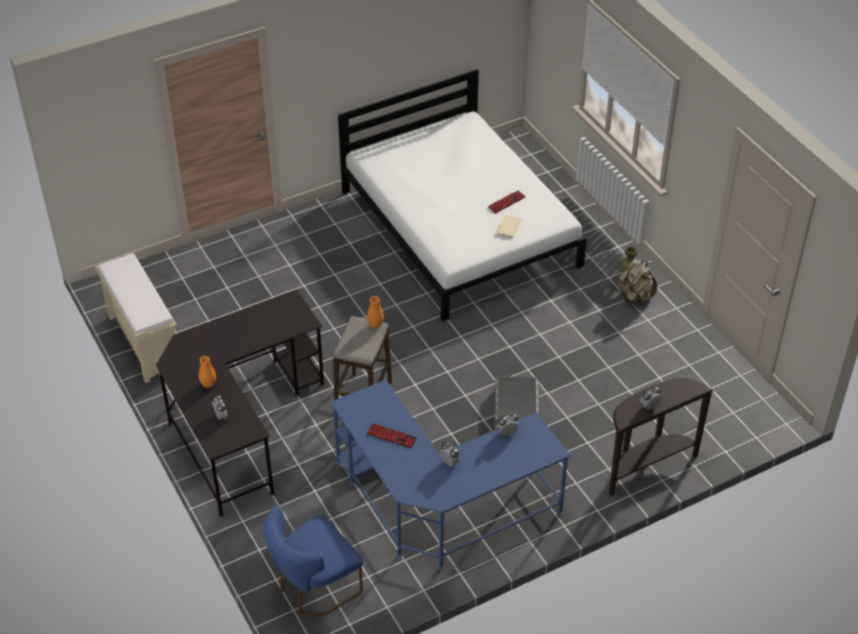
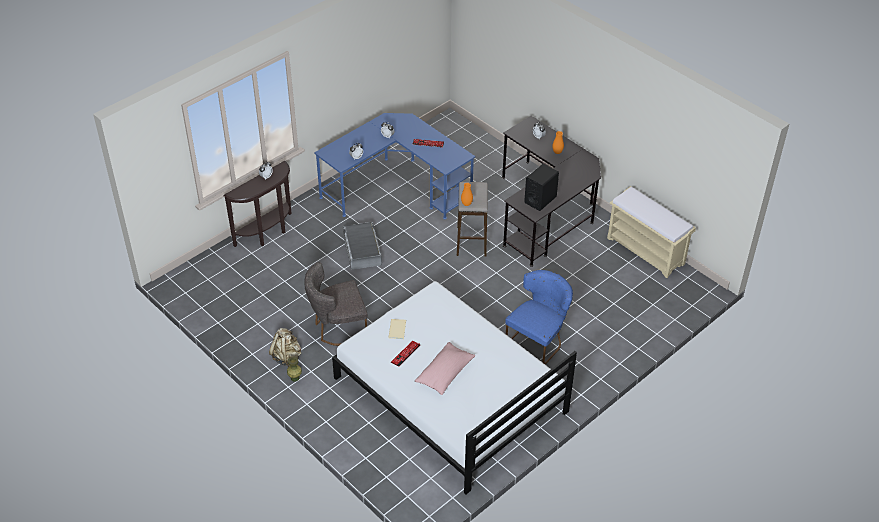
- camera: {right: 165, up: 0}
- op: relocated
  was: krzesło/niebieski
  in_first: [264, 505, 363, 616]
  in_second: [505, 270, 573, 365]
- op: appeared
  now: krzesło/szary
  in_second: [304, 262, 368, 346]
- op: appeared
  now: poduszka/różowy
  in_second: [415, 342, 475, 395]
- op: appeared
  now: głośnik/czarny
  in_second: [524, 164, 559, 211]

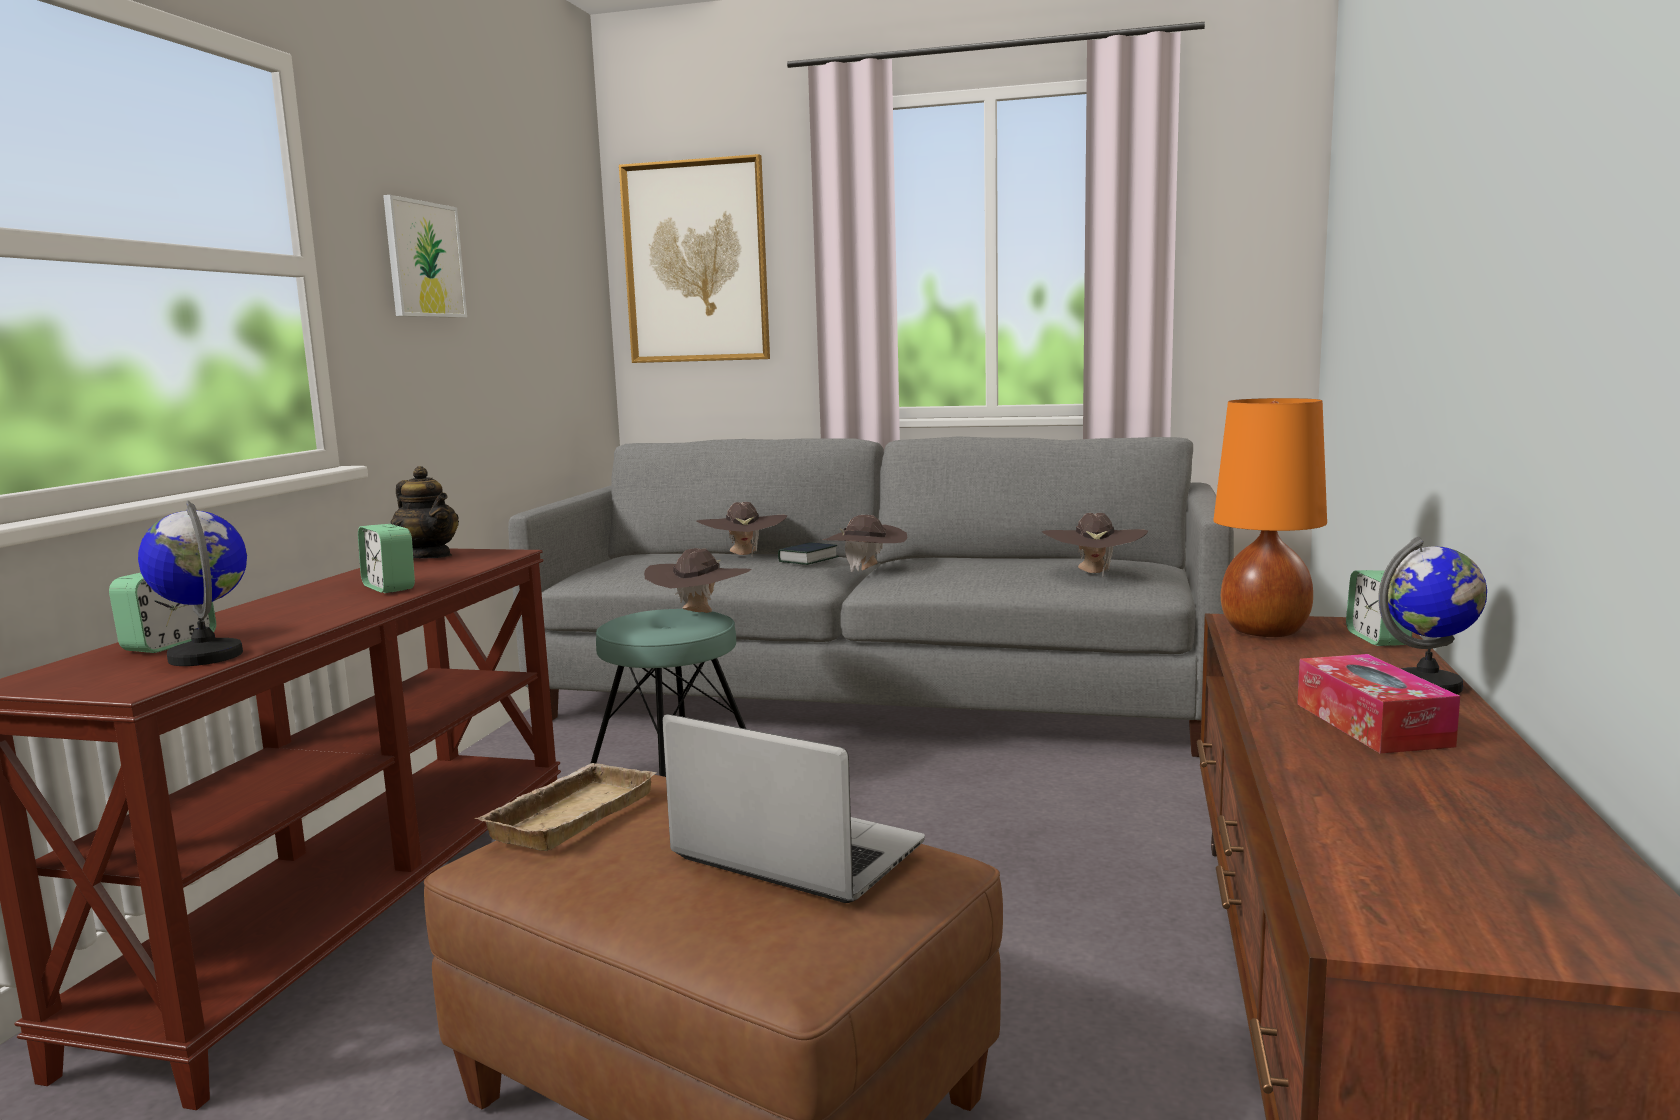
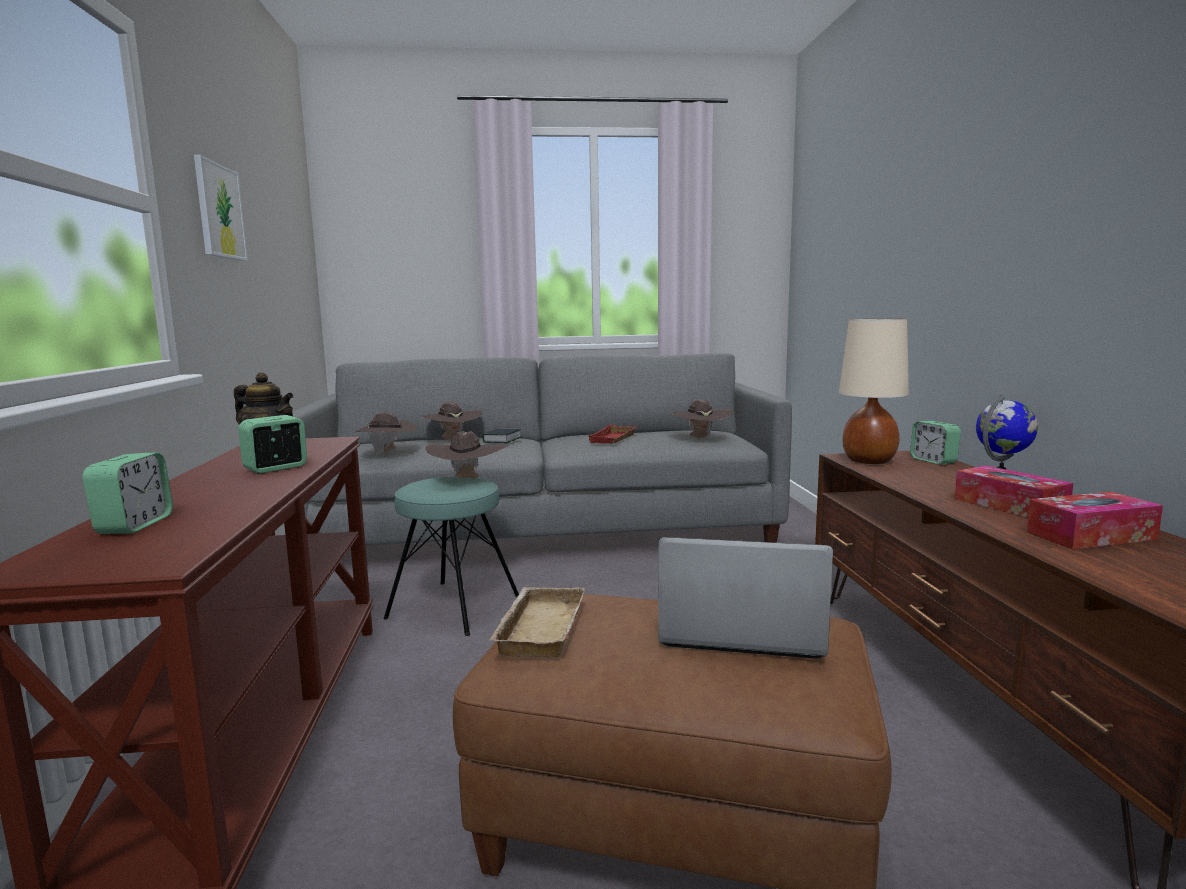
- camera: {right: -20, up: 0}
- op: missing
  was: globus
  in_first: [138, 501, 247, 666]
- op: spun
  was: budzik
  in_first: [358, 524, 415, 593]
  in_second: [238, 415, 307, 473]
  clockwise: 105
- op: missing
  was: obraz
  in_first: [619, 154, 770, 363]
- op: relocated
  was: kapelusz/brązowy
  in_first: [822, 515, 907, 573]
  in_second: [353, 412, 417, 455]
- op: colour
  was: lampa stołowa/pomarańczowy
  now: lampa stołowa/beżowy
  in_first: [1213, 398, 1327, 637]
  in_second: [839, 319, 909, 464]
- op: appeared
  now: taca/czerwony
  in_second: [587, 424, 637, 444]
- op: appeared
  now: pudełko chusteczek
  in_second: [1026, 492, 1163, 549]

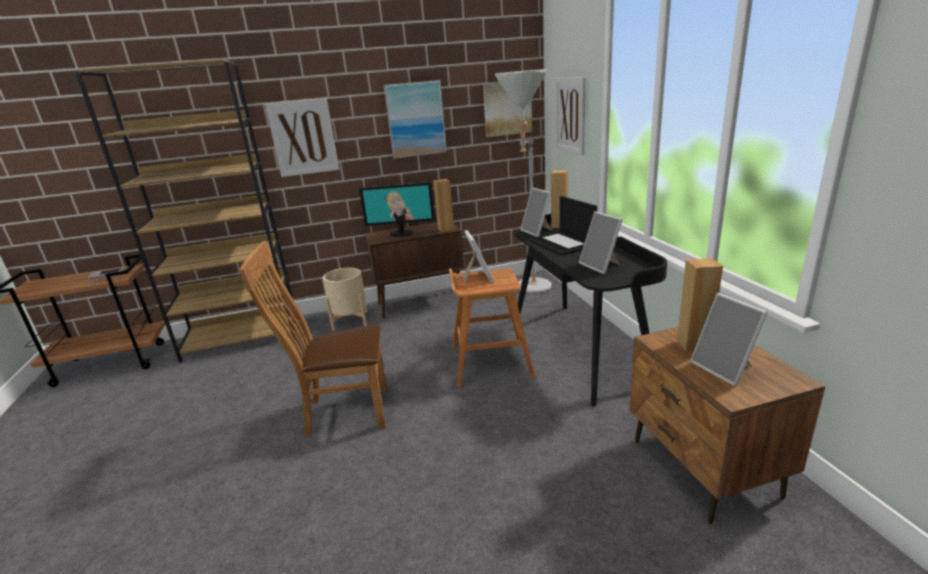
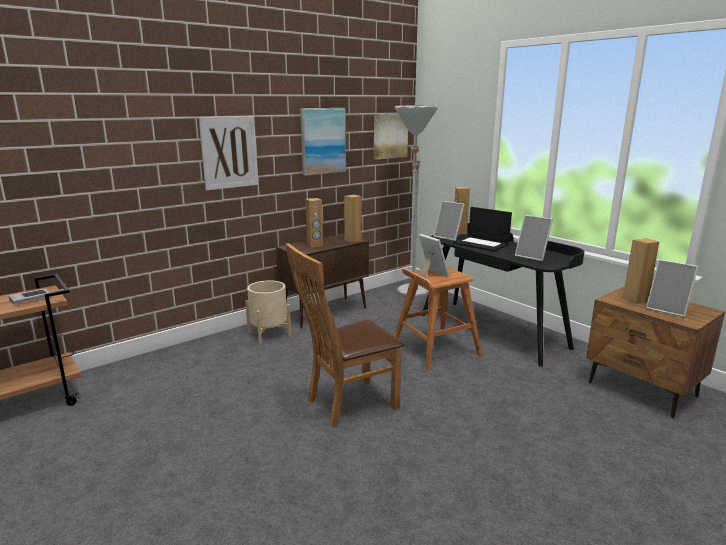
- camera: {right: -25, up: -5}
- op: missing
  was: regał/brązowy
  in_first: [75, 59, 296, 363]
- op: exchanged
  was: monitor
  now: głośnik/brązowy
  in_first: [359, 182, 435, 237]
  in_second: [305, 198, 323, 247]
- op: missing
  was: obraz
  in_first: [555, 77, 586, 155]

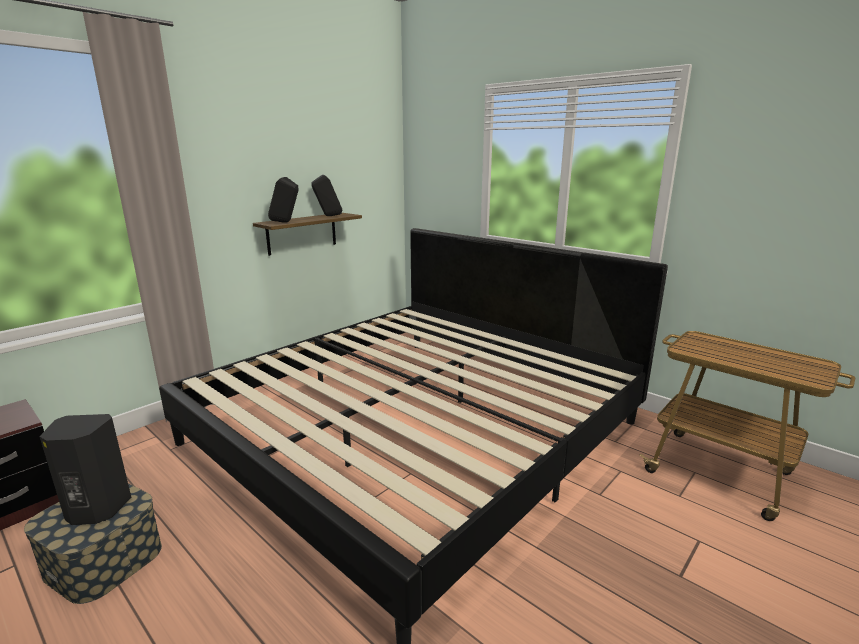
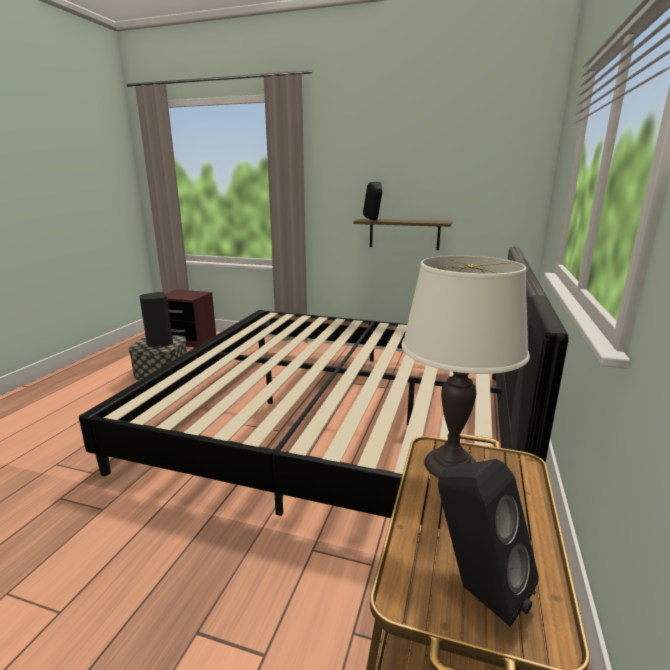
- camera: {right: 65, up: 0}
- op: relocated
  was: głośnik/czarny
  in_first: [312, 174, 342, 216]
  in_second: [438, 459, 539, 627]
- op: appeared
  now: lampa stołowa/biały
  in_second: [401, 256, 530, 478]

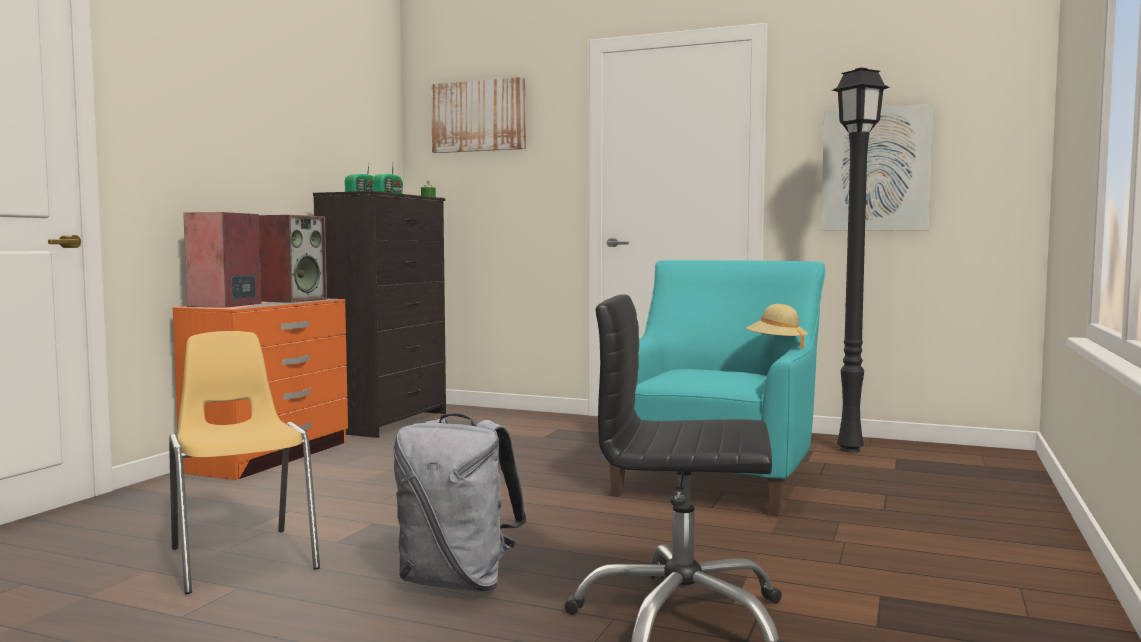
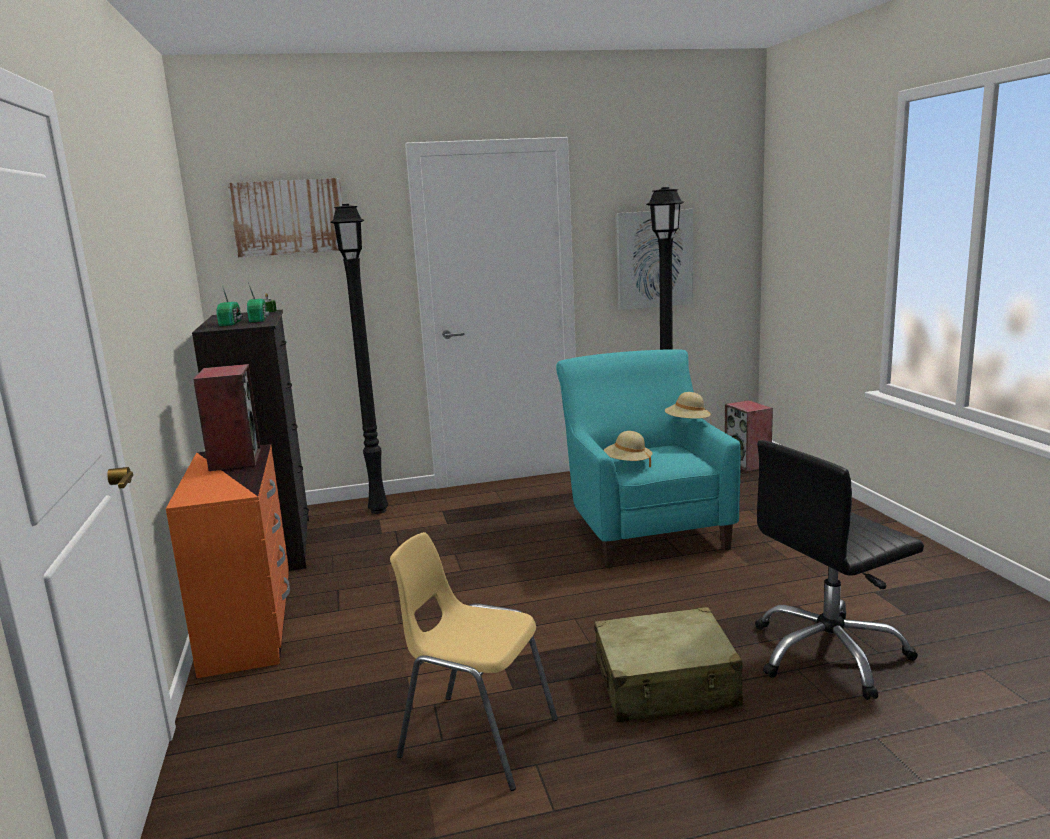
- camera: {right: -35, up: 10}
- op: relocated
  was: głośnik
  in_first: [183, 212, 262, 308]
  in_second: [725, 400, 773, 472]
- op: exchanged
  was: plecak/szary
  now: walizka/beżowy
  in_first: [394, 413, 526, 591]
  in_second: [595, 607, 743, 722]
- op: appeared
  now: lampa stojąca/czarny
  in_second: [330, 204, 388, 514]
- op: appeared
  now: kapelusz/beżowy
  in_second: [604, 431, 652, 467]

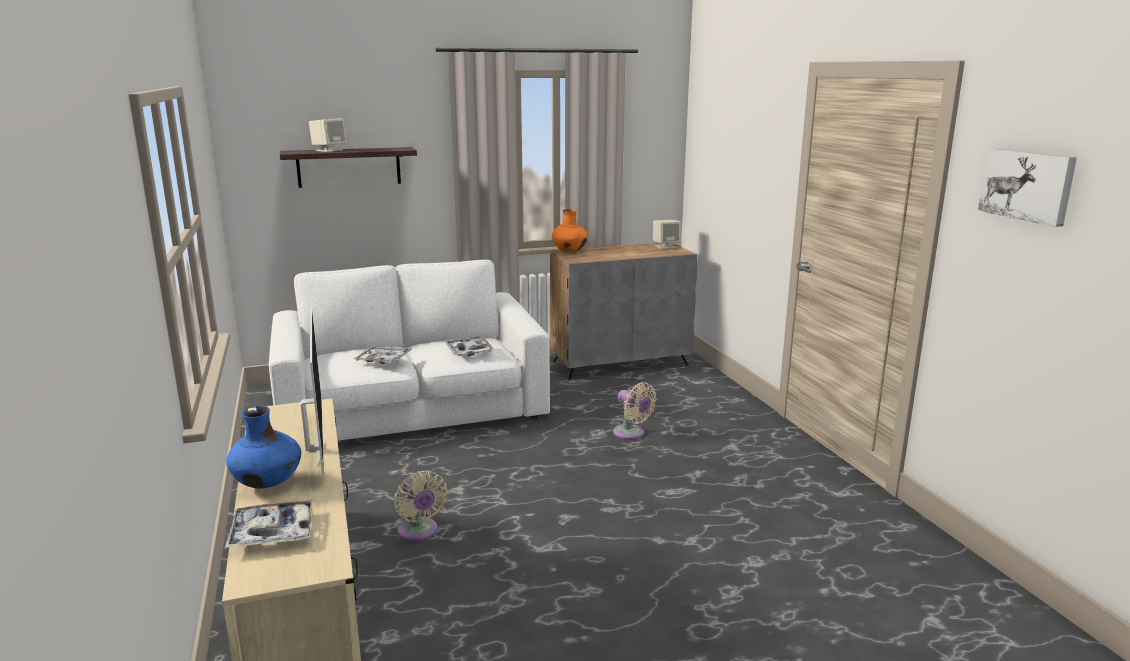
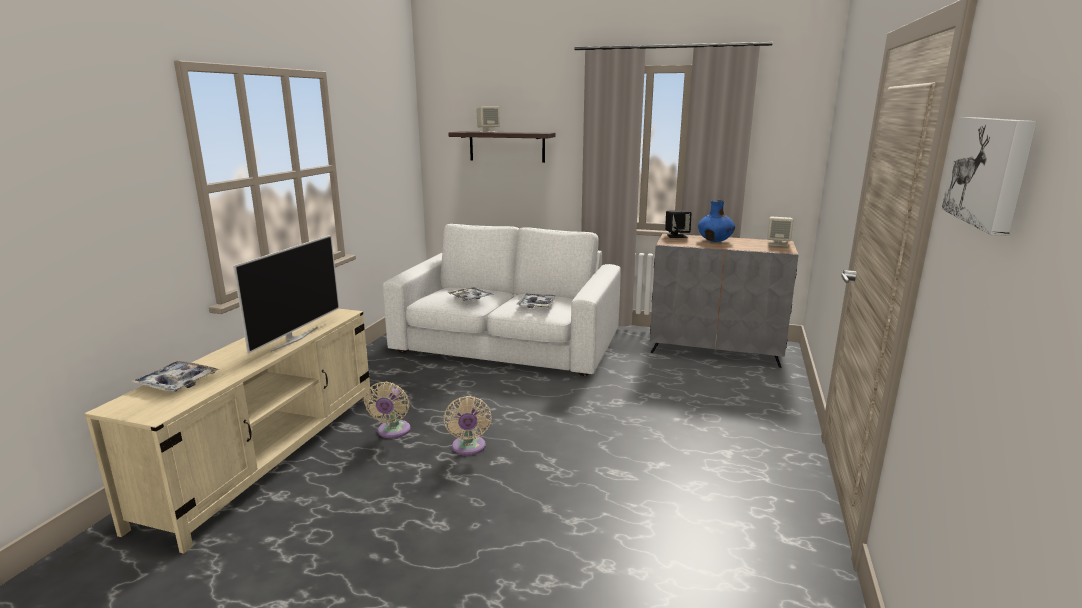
- camera: {right: 35, up: 0}
- op: relocated
  was: wazon/niebieski
  in_first: [226, 406, 301, 489]
  in_second: [698, 200, 735, 242]
- op: exchanged
  was: wazon/pomarańczowy
  now: głośnik/czarny
  in_first: [551, 209, 588, 252]
  in_second: [665, 210, 692, 238]
- op: relocated
  was: wentylator/beżowy
  in_first: [613, 382, 657, 440]
  in_second: [443, 396, 492, 456]

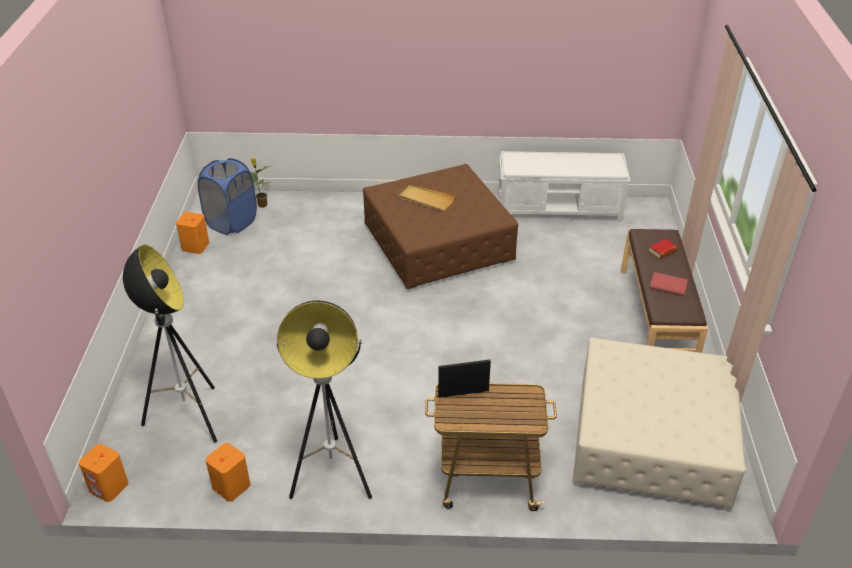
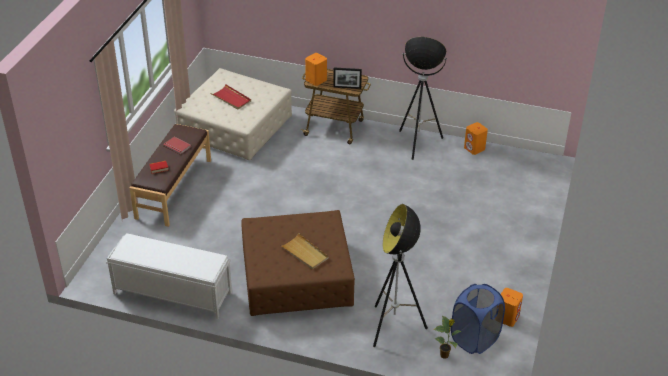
- camera: {right: -165, up: 0}
- op: relocated
  was: głośnik/pomarańczowy
  in_first: [79, 444, 129, 502]
  in_second: [305, 53, 327, 86]
- op: relocated
  was: lampa stojąca
  in_first: [123, 245, 217, 443]
  in_second: [373, 204, 428, 347]
- op: appeared
  now: taca/czerwony
  in_second: [211, 84, 251, 110]

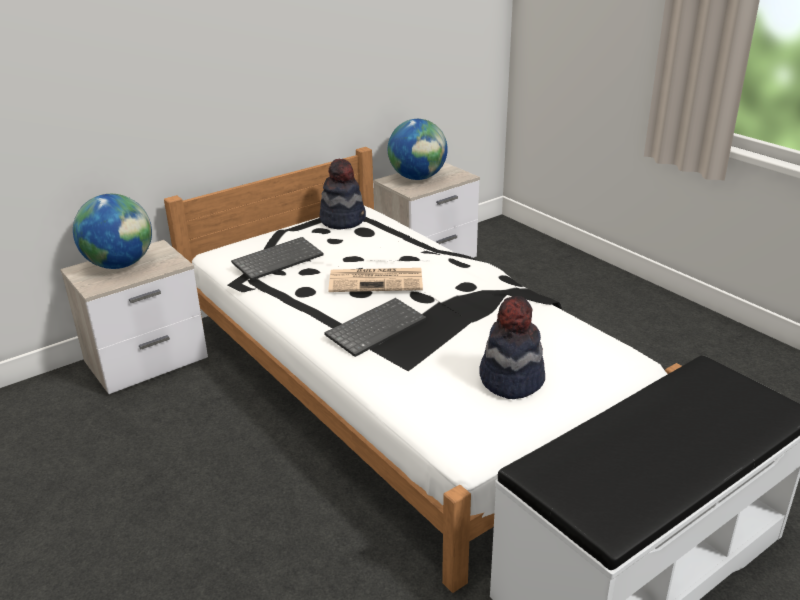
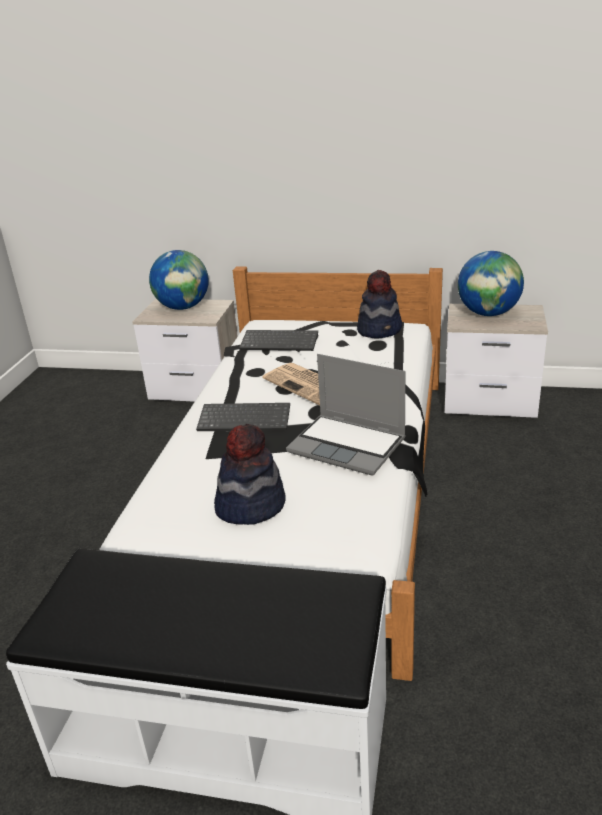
- camera: {right: 50, up: 0}
- op: appeared
  now: laptop
  in_second: [286, 354, 406, 476]

